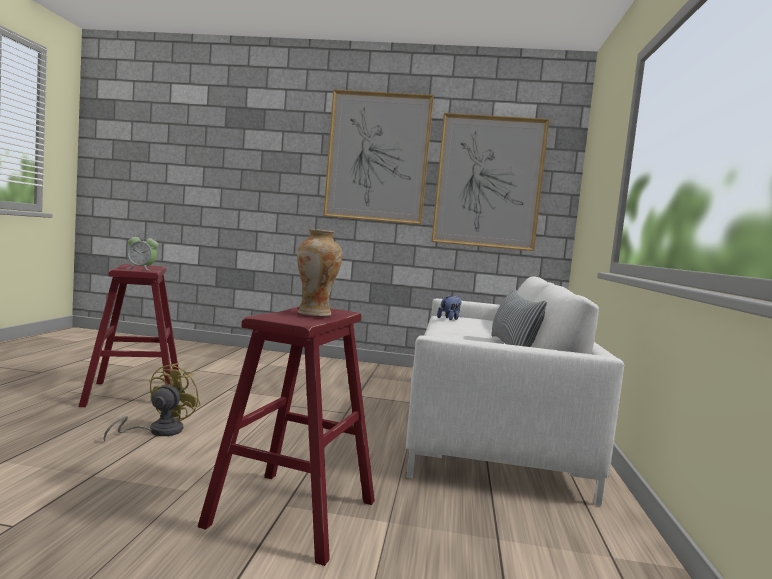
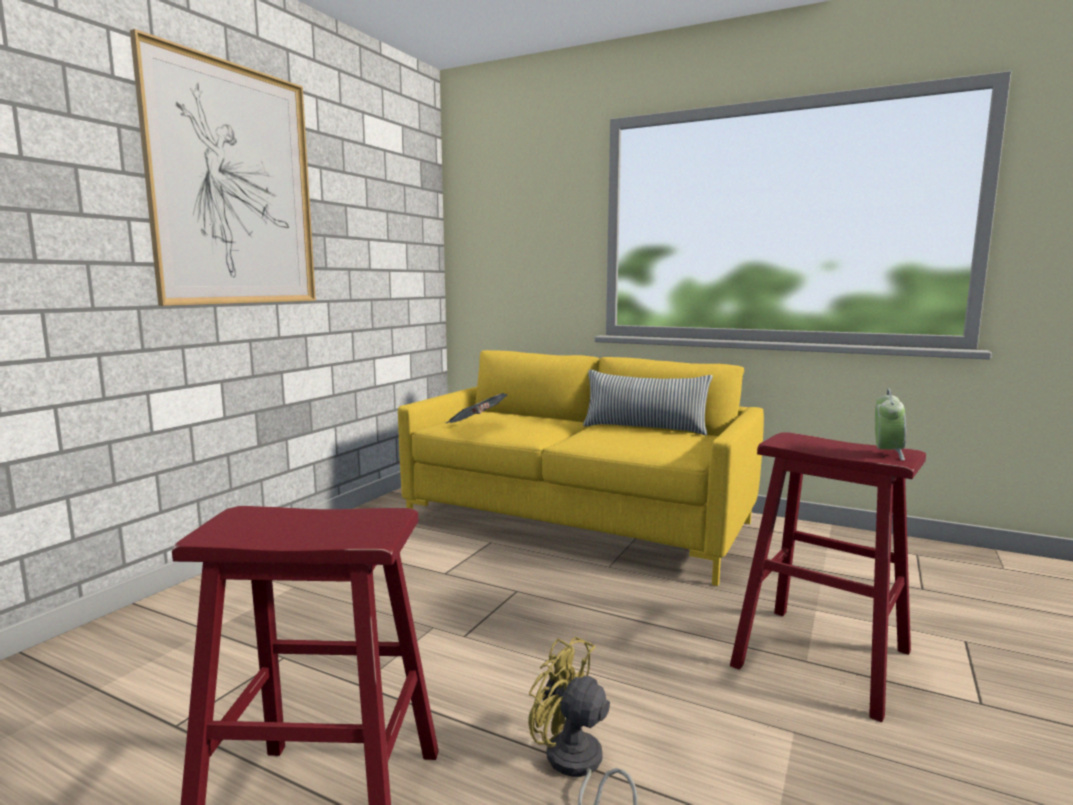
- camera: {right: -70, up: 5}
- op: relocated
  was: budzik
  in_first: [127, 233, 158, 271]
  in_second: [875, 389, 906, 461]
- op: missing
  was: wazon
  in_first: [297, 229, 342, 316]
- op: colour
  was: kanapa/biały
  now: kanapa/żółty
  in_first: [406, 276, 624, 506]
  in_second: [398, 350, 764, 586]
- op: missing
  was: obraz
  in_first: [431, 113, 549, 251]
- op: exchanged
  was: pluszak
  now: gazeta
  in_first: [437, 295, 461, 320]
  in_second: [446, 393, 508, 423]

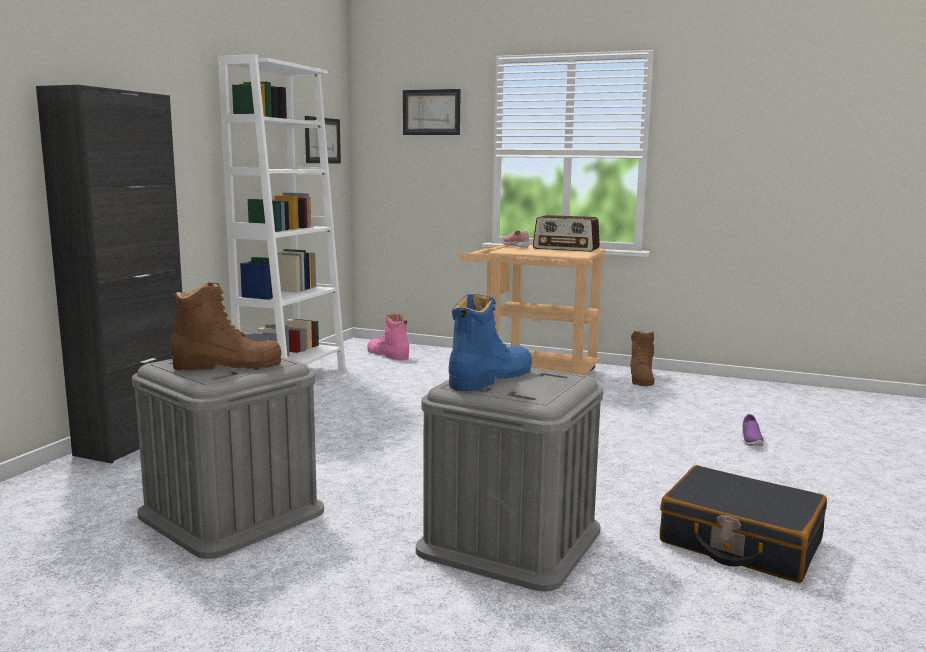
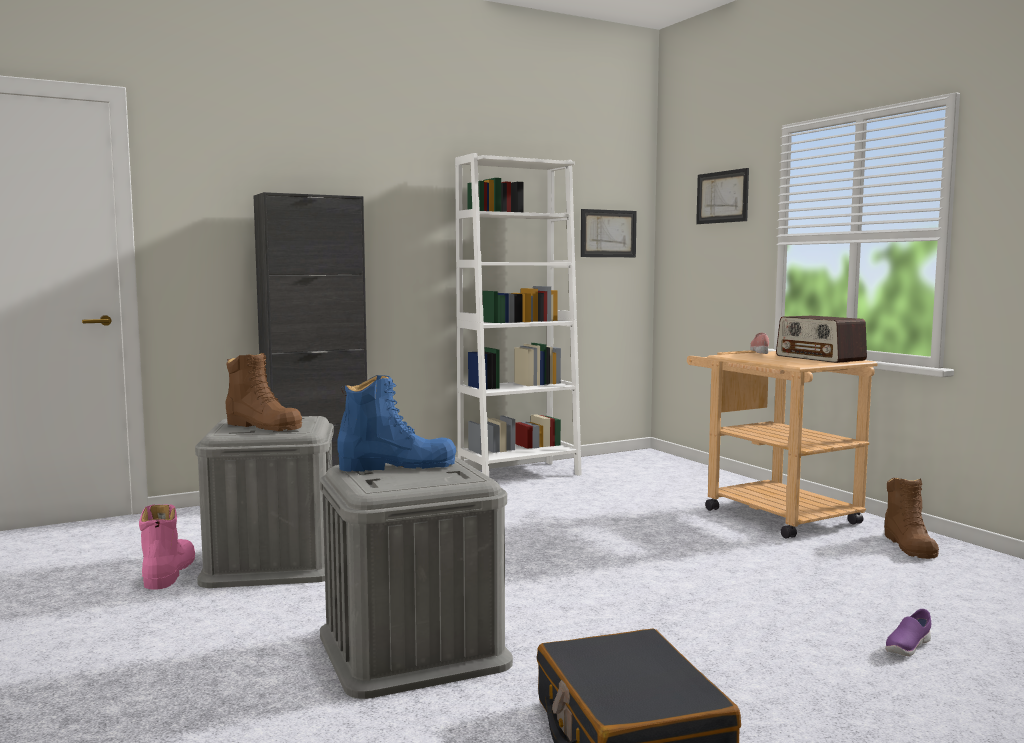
- camera: {right: 40, up: -5}
- op: relocated
  was: but z cholewką/różowy
  in_first: [367, 314, 409, 360]
  in_second: [139, 504, 195, 590]
- op: spun
  was: but z cholewką/brązowy
  in_first: [630, 331, 655, 386]
  in_second: [884, 478, 939, 559]
  clockwise: -45

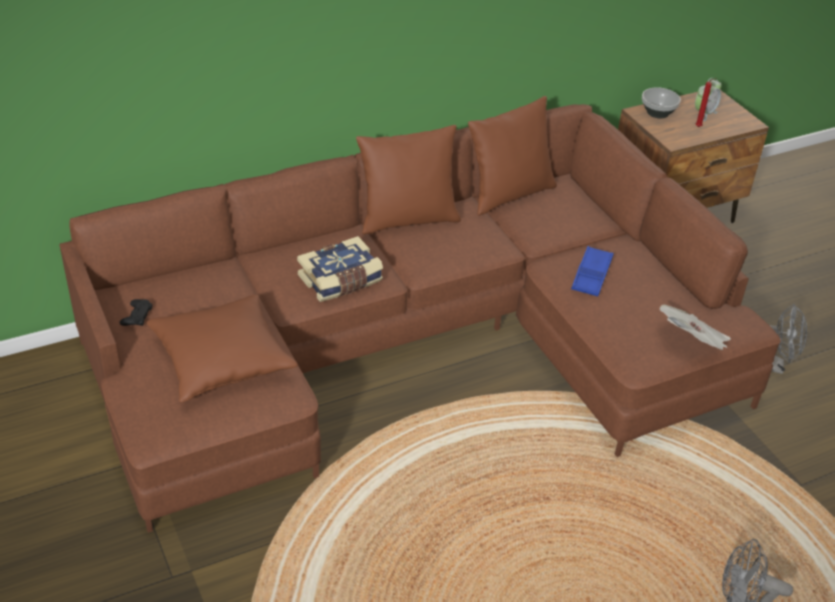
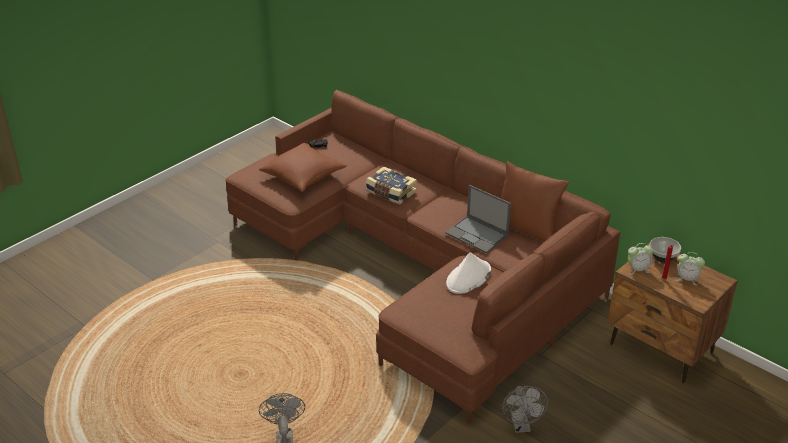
- camera: {right: 70, up: -5}
- op: missing
  was: poduszka/brązowy
  in_first: [356, 125, 461, 235]
- op: exchanged
  was: taca/niebieski
  now: kapelusz/biały
  in_first: [571, 246, 614, 297]
  in_second: [446, 252, 491, 294]
- op: missing
  was: gazeta
  in_first: [660, 305, 731, 350]
- op: appeared
  now: laptop
  in_second: [445, 185, 511, 253]
- op: appeared
  now: budzik
  in_second: [628, 243, 654, 275]

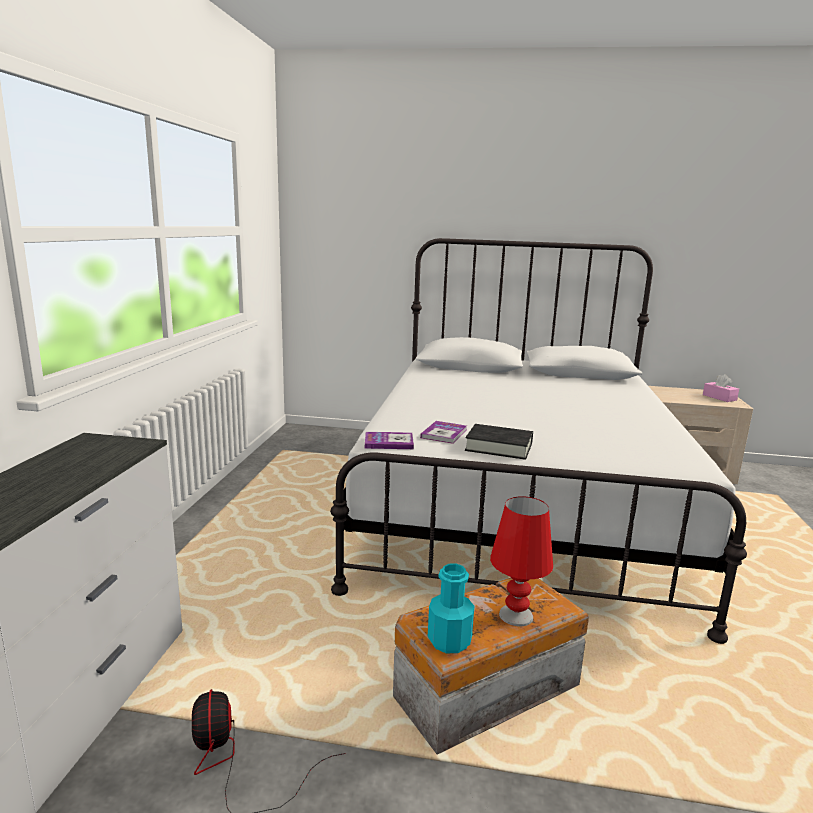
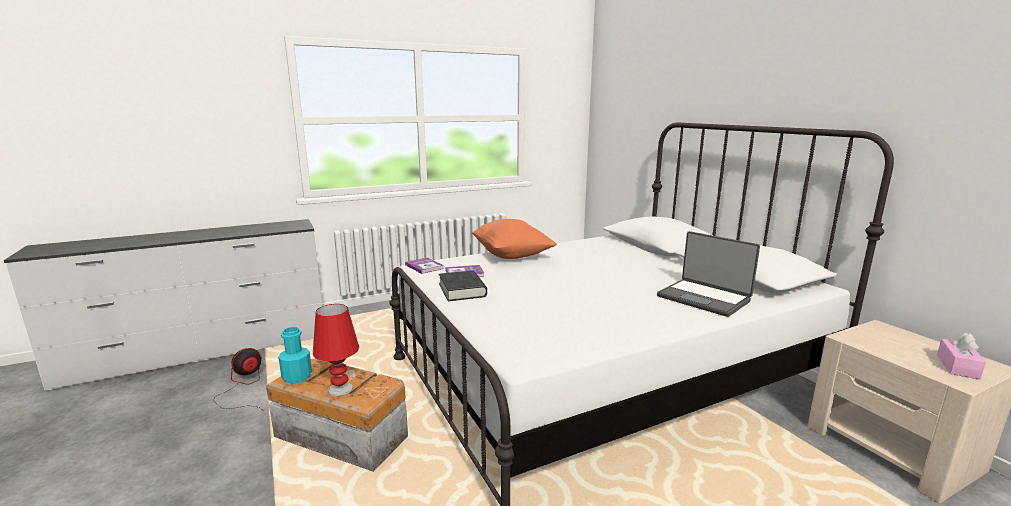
- camera: {right: 55, up: 0}
- op: appeared
  now: poduszka/pomarańczowy
  in_second: [472, 219, 557, 259]
- op: appeared
  now: laptop
  in_second: [657, 231, 760, 317]

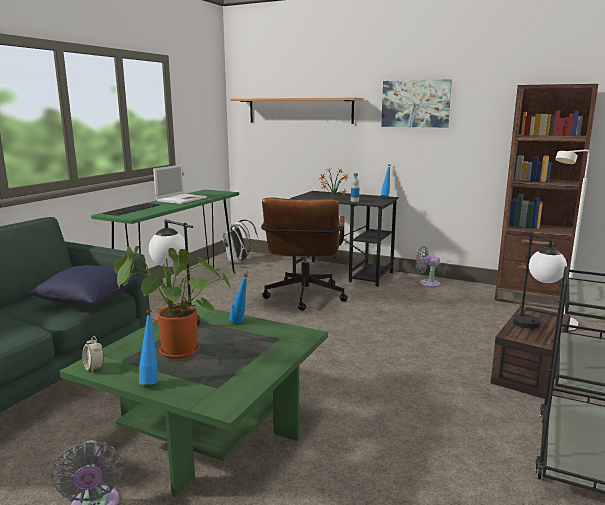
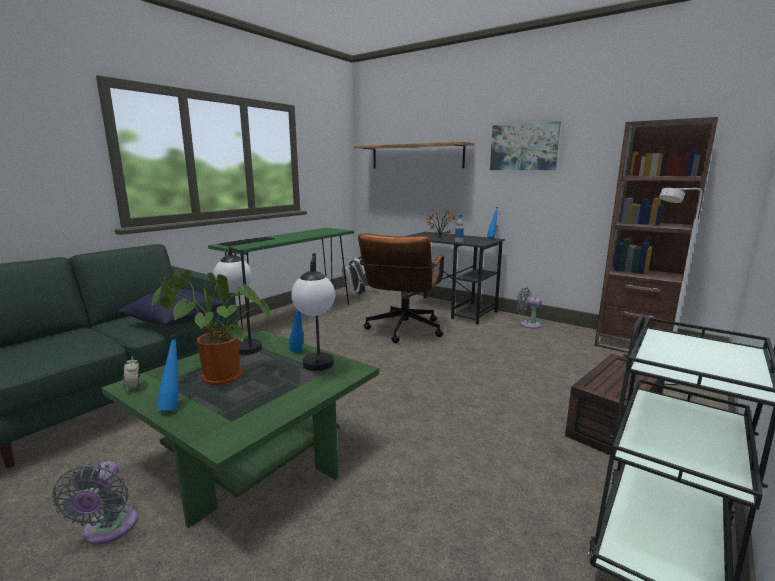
- camera: {right: 10, up: 0}
- op: missing
  was: laptop
  in_first: [153, 165, 207, 204]
- op: relocated
  was: lampa stołowa
  in_first: [513, 231, 567, 329]
  in_second: [291, 253, 335, 371]

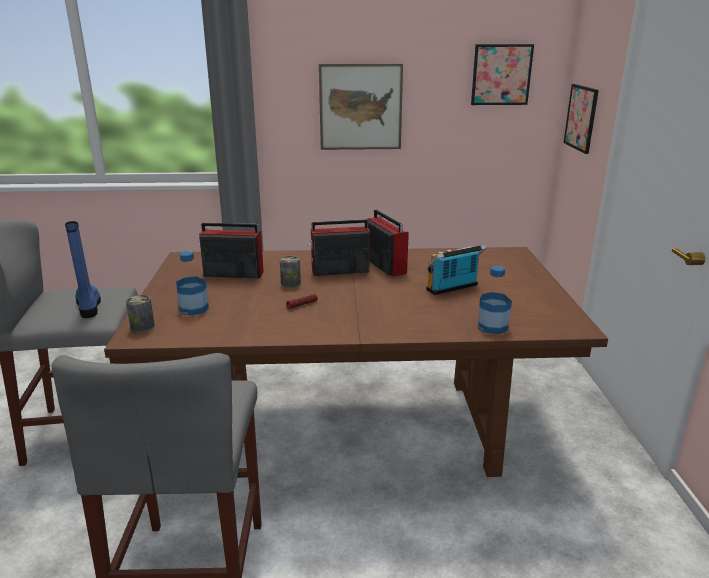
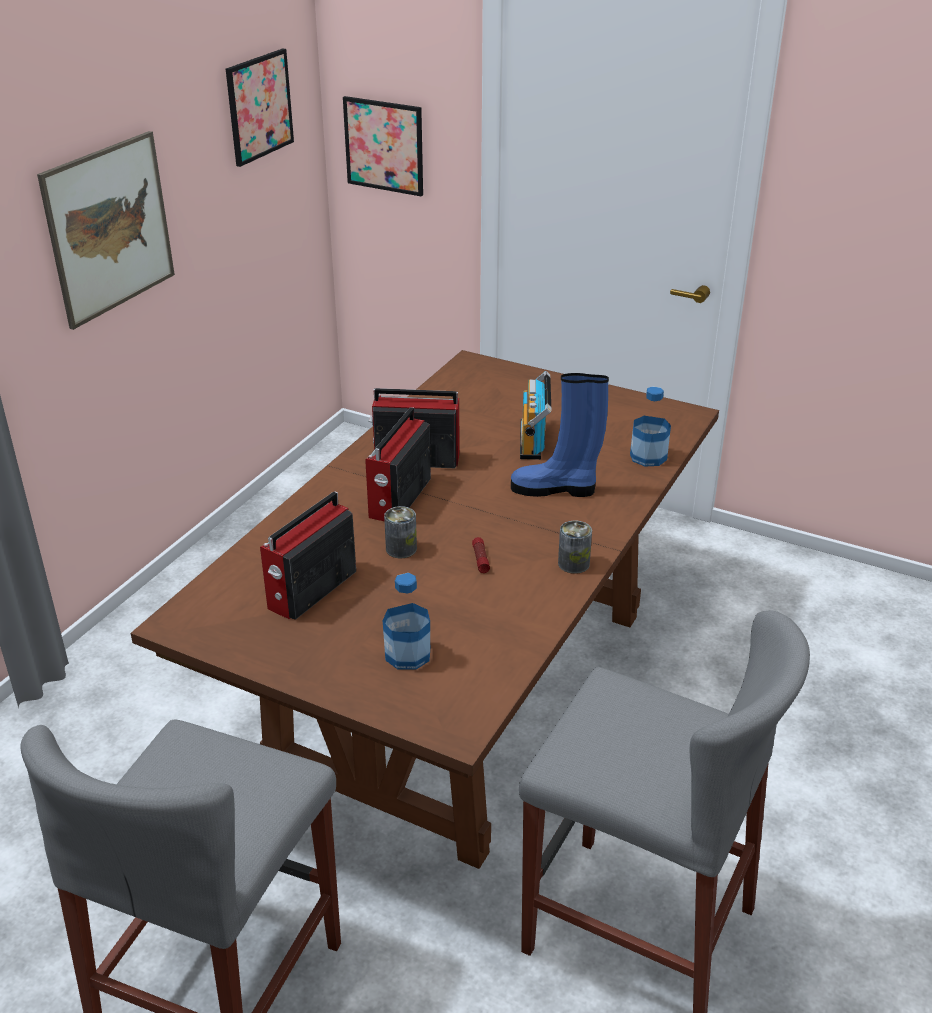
- camera: {right: -60, up: 10}
- op: relocated
  was: but z cholewką/niebieski
  in_first: [65, 221, 101, 318]
  in_second: [511, 373, 609, 497]
- op: relocated
  was: puszka
  in_first: [126, 295, 155, 333]
  in_second: [558, 521, 592, 574]

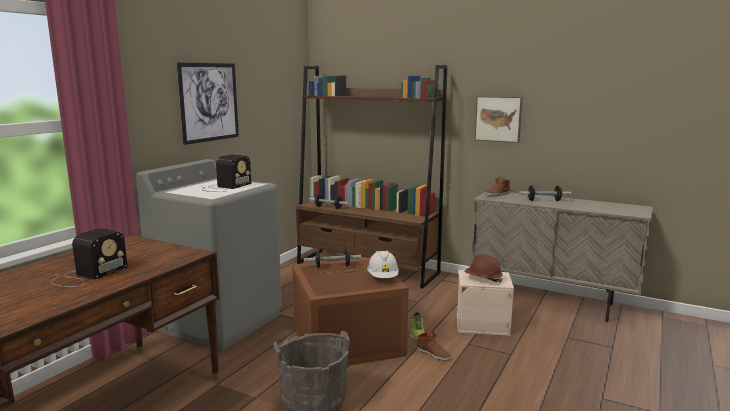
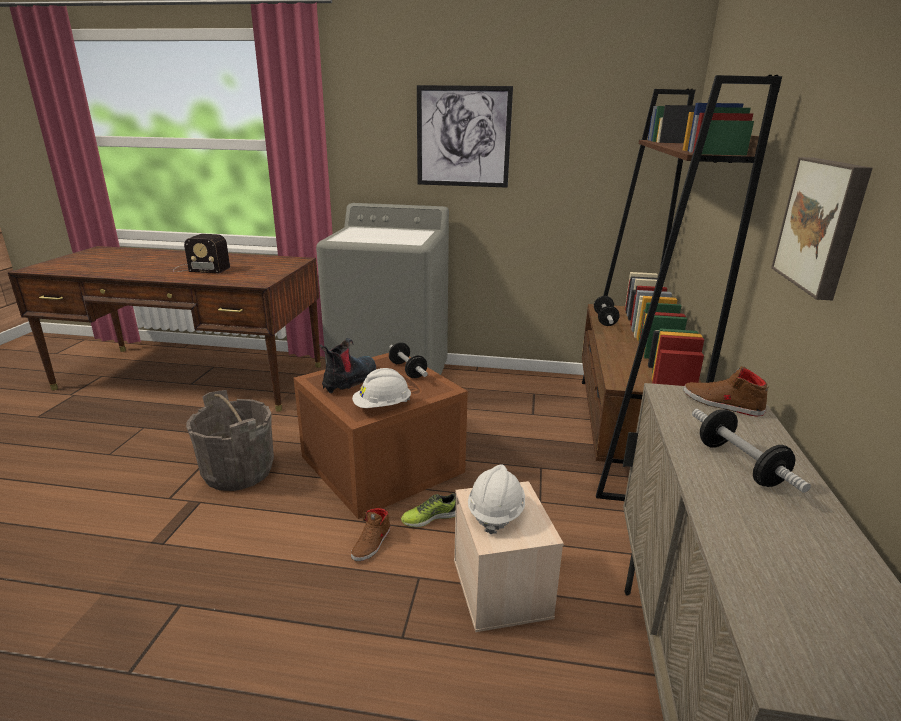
- camera: {right: 70, up: 10}
- op: missing
  was: radio
  in_first: [201, 154, 251, 192]
- op: colour
  was: kask/brązowy
  now: kask/biały
  in_first: [465, 254, 503, 283]
  in_second: [468, 464, 525, 534]
- op: appeared
  now: but z cholewką
  in_second: [319, 338, 376, 393]

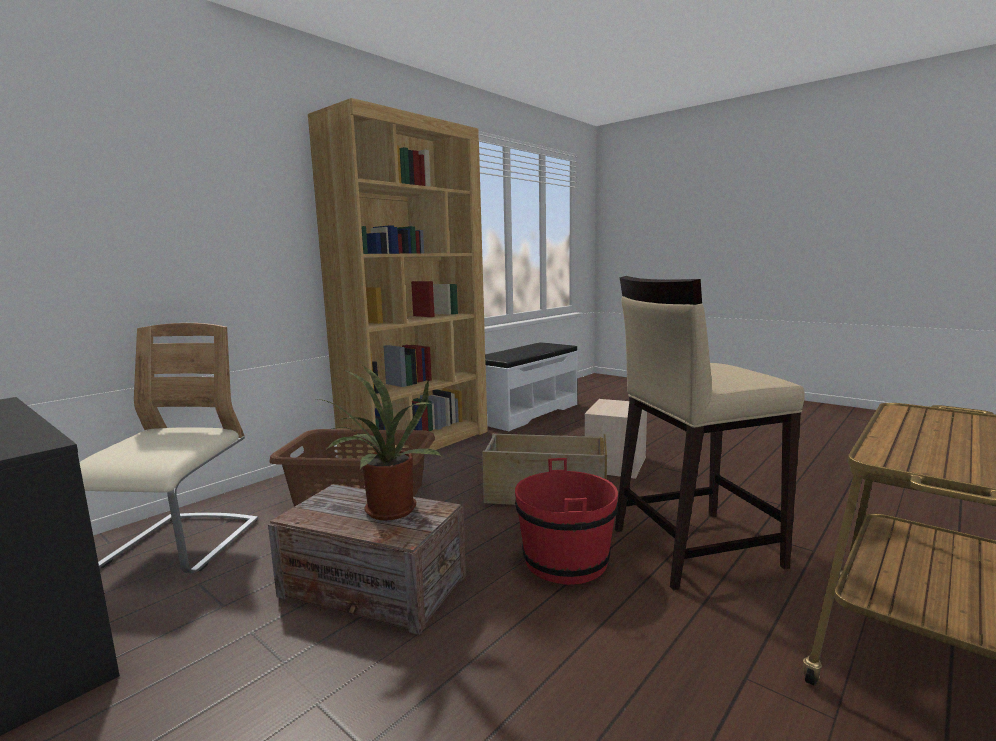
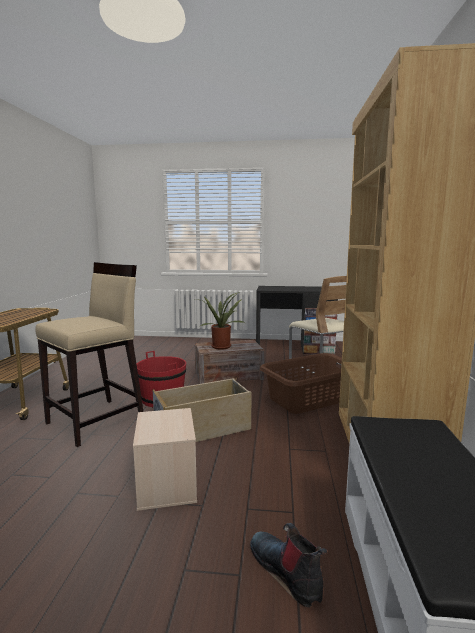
- camera: {right: 145, up: 0}
- op: appeared
  now: but z cholewką
  in_second: [250, 523, 327, 608]

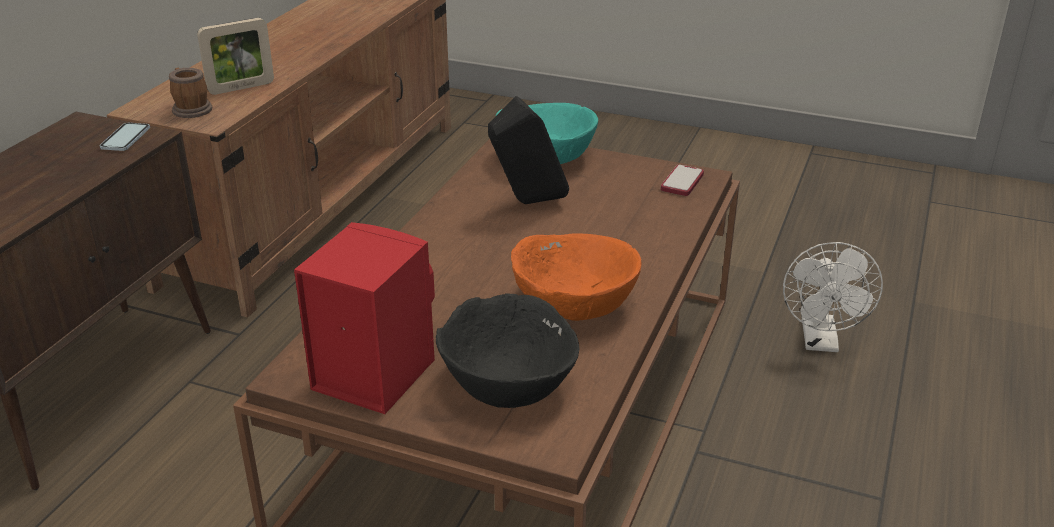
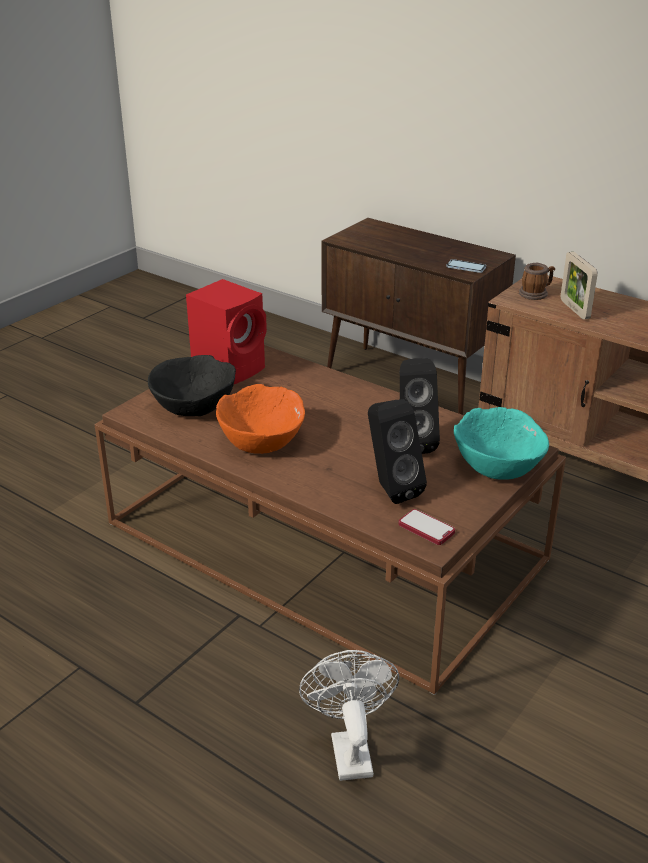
- camera: {right: 105, up: 0}
- op: spun
  was: wentylator/biały
  in_first: [783, 242, 883, 352]
  in_second: [299, 650, 399, 781]
  clockwise: 60
- op: appeared
  now: głośnik/czarny
  in_second: [368, 399, 427, 504]

